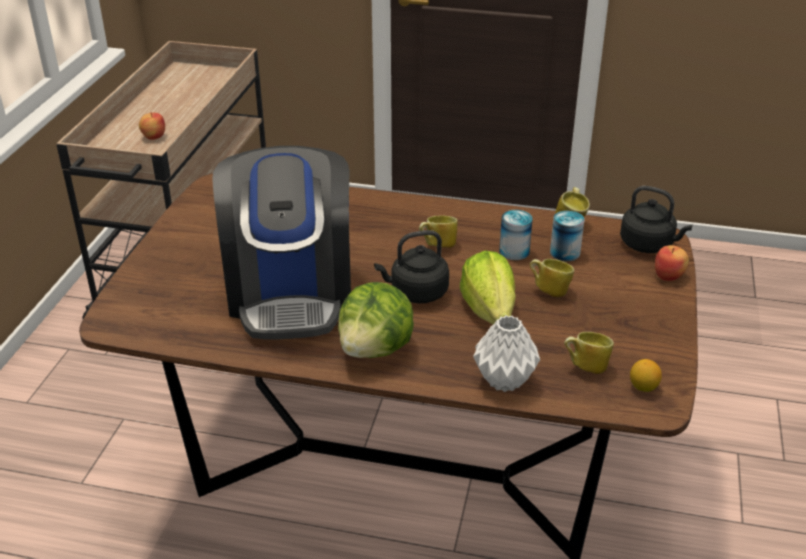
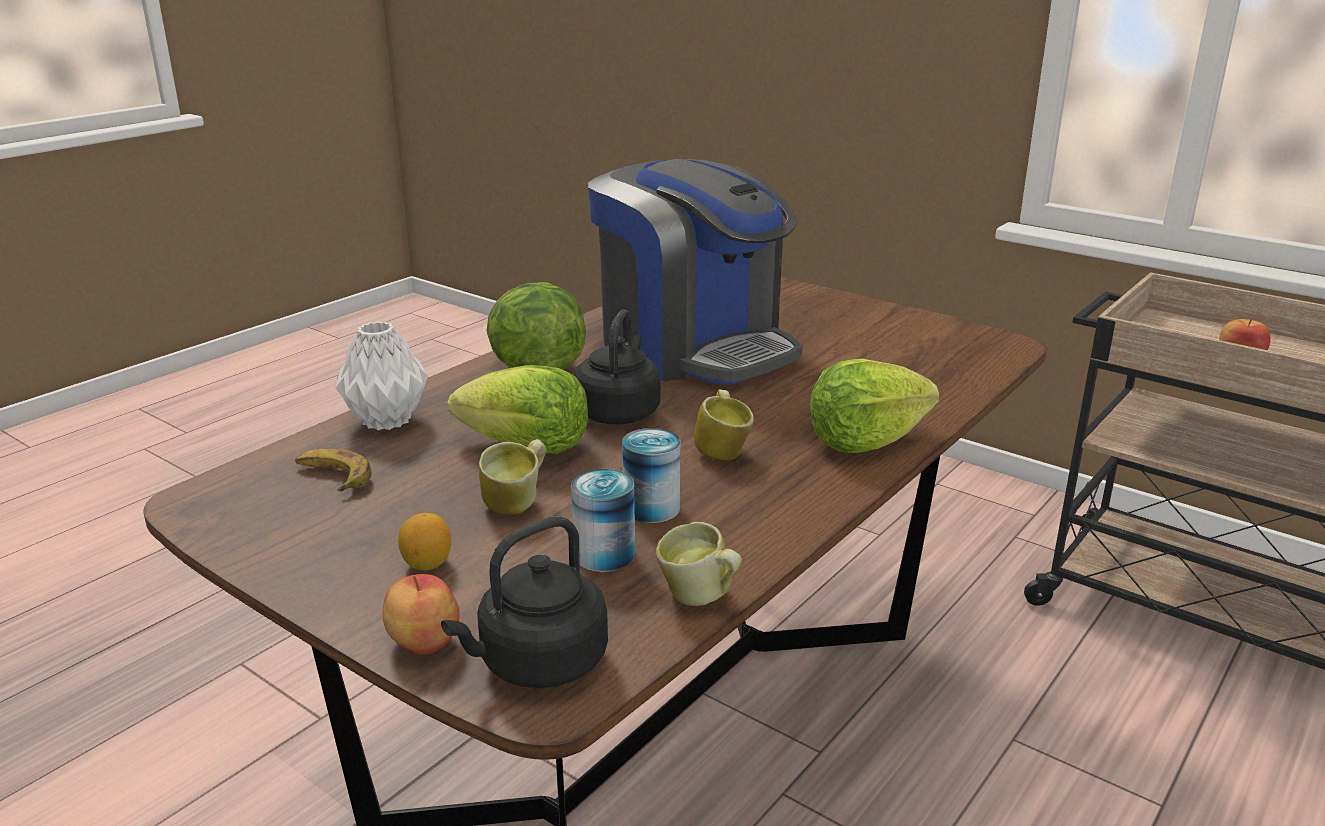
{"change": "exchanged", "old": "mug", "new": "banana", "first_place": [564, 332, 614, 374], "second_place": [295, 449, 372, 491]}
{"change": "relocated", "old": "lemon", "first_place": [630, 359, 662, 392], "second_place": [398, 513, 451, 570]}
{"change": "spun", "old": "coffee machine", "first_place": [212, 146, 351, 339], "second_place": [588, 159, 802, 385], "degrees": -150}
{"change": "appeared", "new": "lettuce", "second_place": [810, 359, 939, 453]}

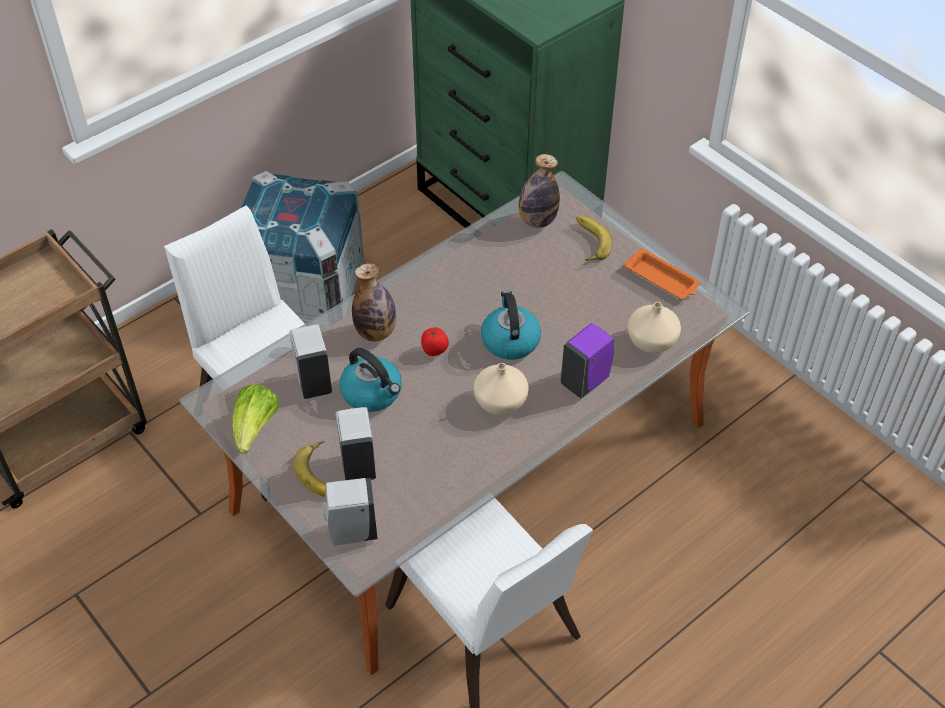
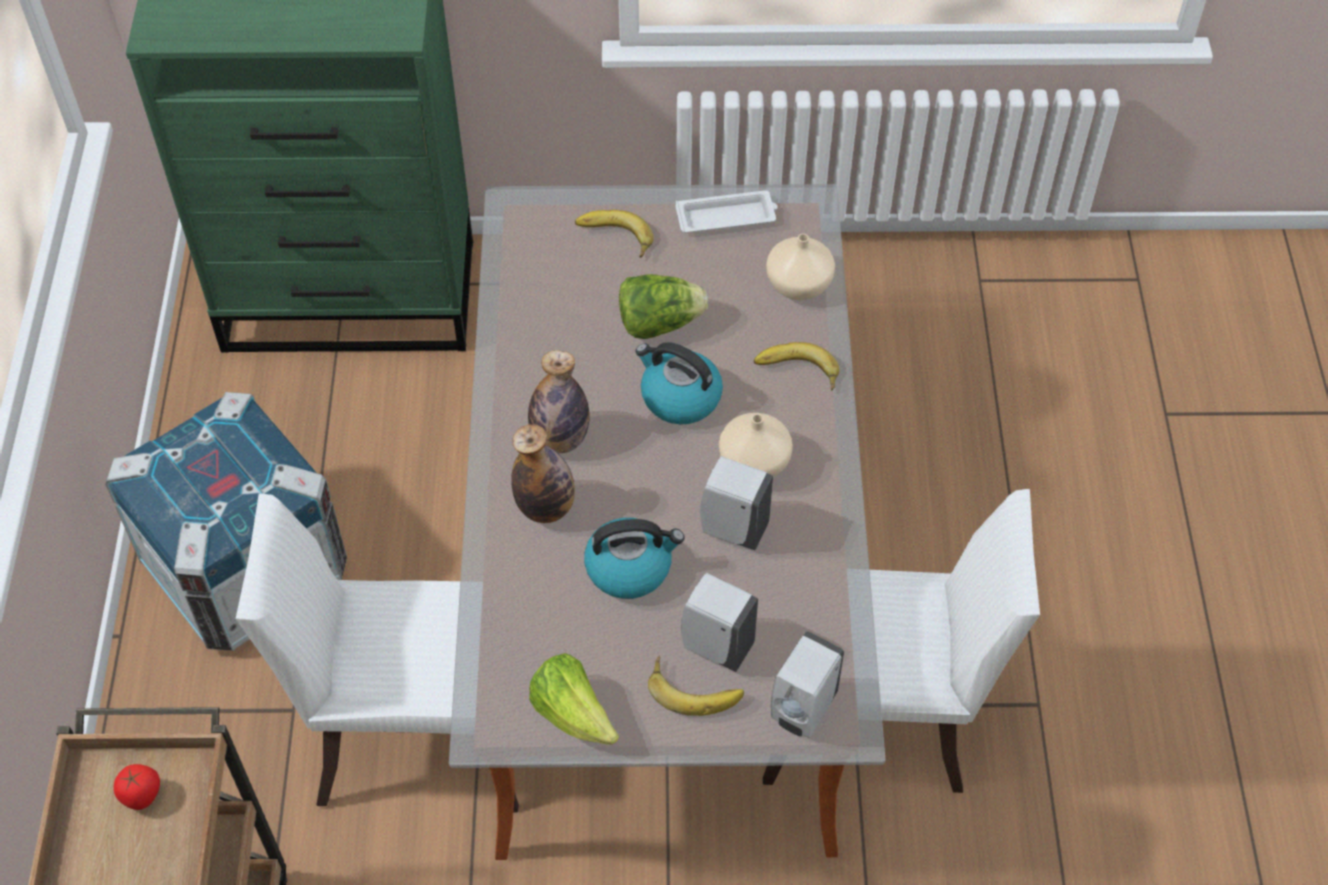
{"change": "relocated", "old": "tomato", "first_place": [421, 327, 449, 356], "second_place": [114, 764, 160, 810]}
{"change": "relocated", "old": "bottle", "first_place": [519, 154, 560, 228], "second_place": [528, 350, 590, 453]}
{"change": "appeared", "new": "lettuce", "second_place": [619, 274, 708, 339]}
{"change": "colour", "old": "tray (orange)", "new": "tray (white)", "first_place": [624, 248, 700, 300], "second_place": [675, 190, 778, 233]}
{"change": "relocated", "old": "soap dispenser (white)", "first_place": [289, 324, 332, 399], "second_place": [700, 456, 773, 550]}
{"change": "exchanged", "old": "soap dispenser (purple)", "new": "banana", "first_place": [561, 323, 614, 398], "second_place": [754, 342, 839, 391]}

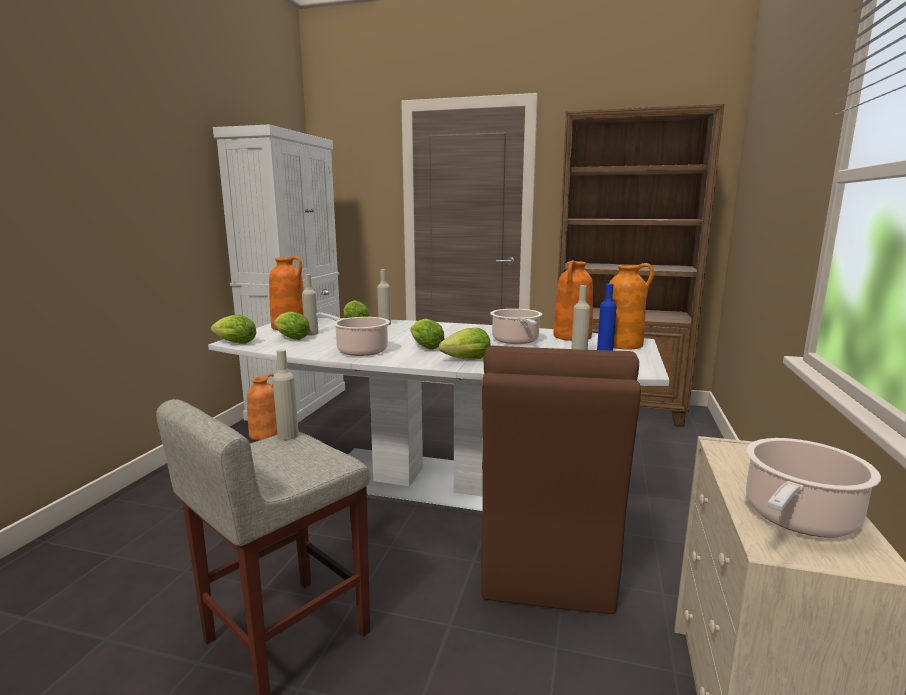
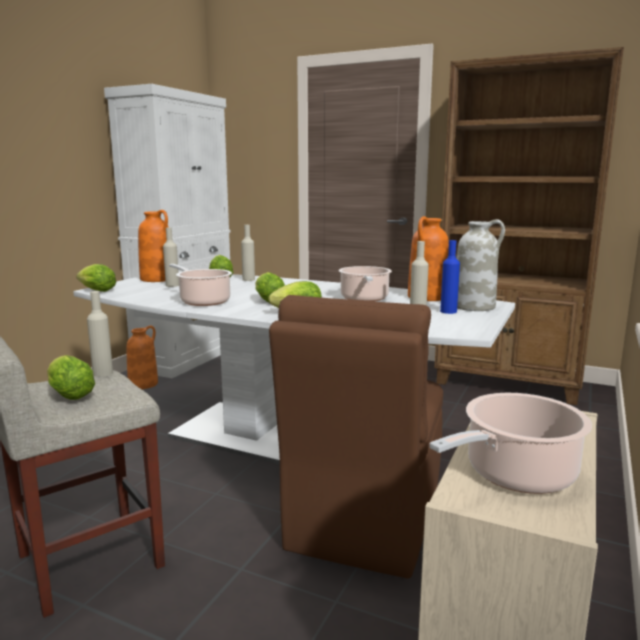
{"change": "relocated", "old": "lettuce", "first_place": [274, 311, 310, 340], "second_place": [47, 355, 95, 400]}
{"change": "colour", "old": "vase (orange)", "new": "vase (white)", "first_place": [609, 263, 654, 350], "second_place": [456, 219, 505, 311]}

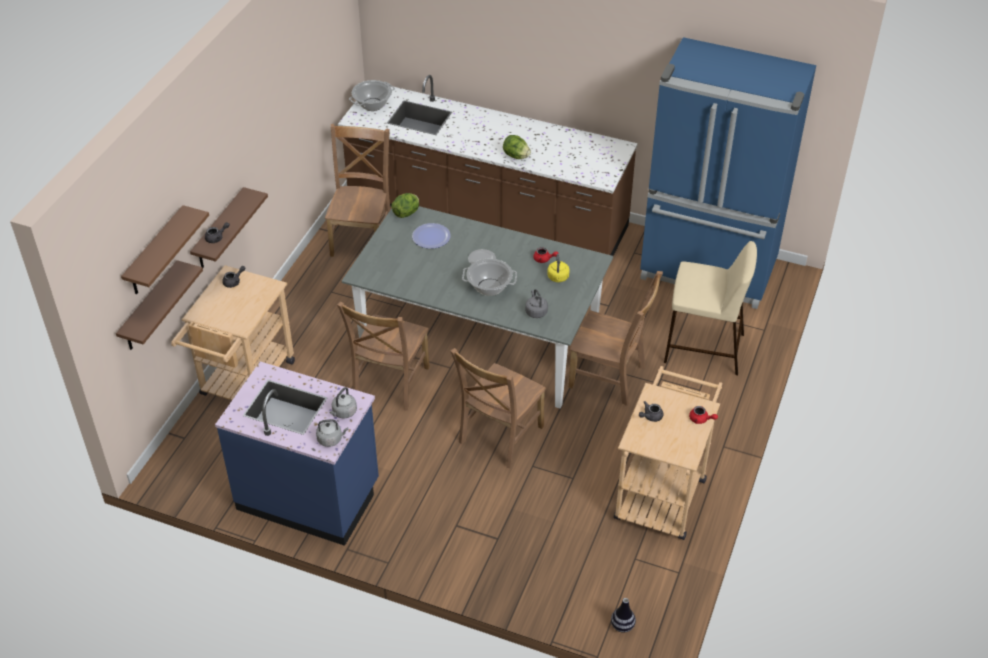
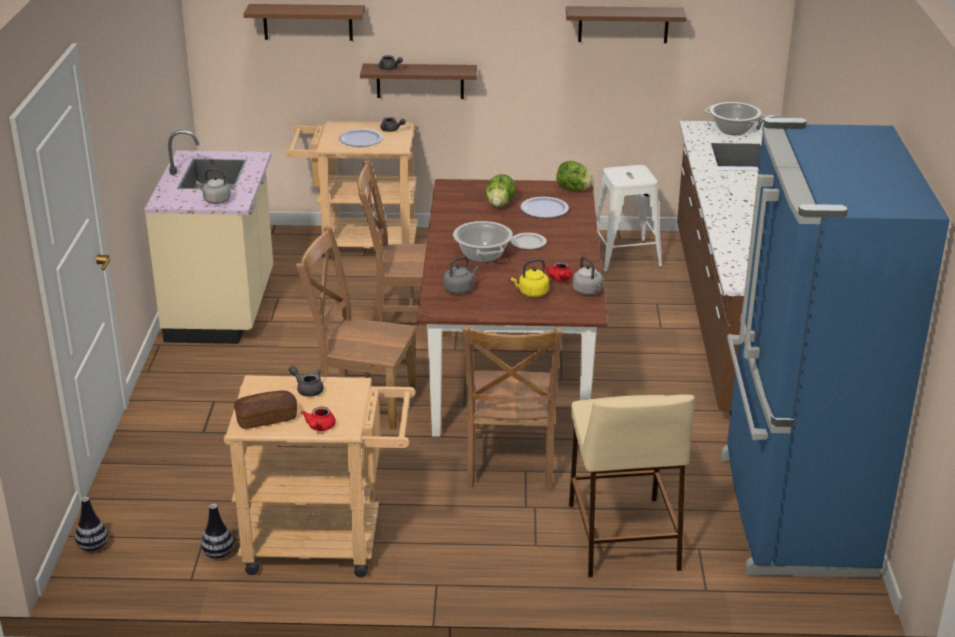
{"change": "colour", "old": "counter (blue)", "new": "counter (beige)", "first_place": [215, 362, 379, 546], "second_place": [144, 130, 273, 344]}
{"change": "appeared", "new": "vase", "second_place": [201, 504, 234, 559]}
{"change": "appeared", "new": "bread", "second_place": [234, 390, 297, 429]}
{"change": "appeared", "new": "plate", "second_place": [339, 129, 383, 147]}
{"change": "colour", "old": "dining table (grey)", "new": "dining table (brown)", "first_place": [342, 206, 613, 408], "second_place": [417, 179, 607, 437]}
{"change": "relocated", "old": "lettuce", "first_place": [503, 135, 531, 159], "second_place": [485, 174, 516, 207]}
{"change": "relocated", "old": "shelf (brown)", "first_place": [116, 260, 203, 350], "second_place": [566, 6, 687, 43]}
{"change": "relocated", "old": "kettle (grey)", "first_place": [316, 419, 349, 447], "second_place": [573, 256, 603, 295]}
{"change": "exchanged", "old": "chair (brown)", "new": "stool (white)", "first_place": [325, 124, 391, 257], "second_place": [596, 165, 662, 272]}

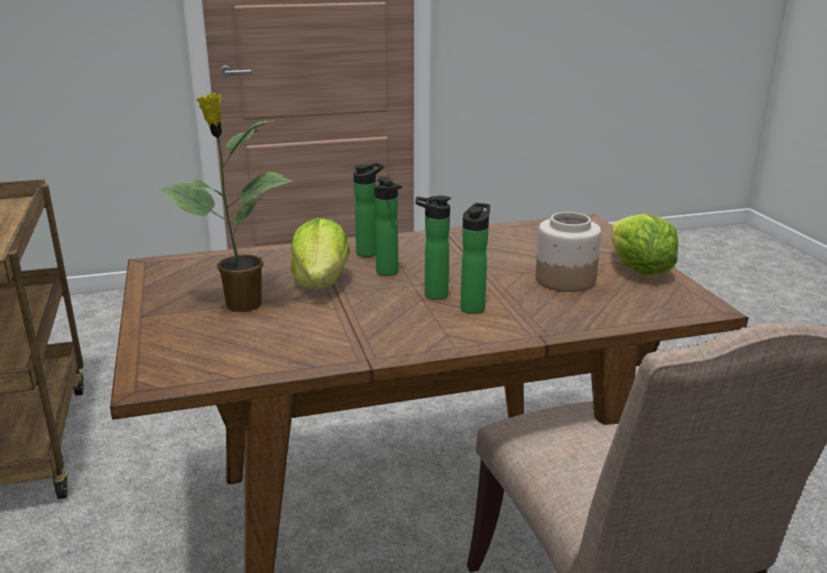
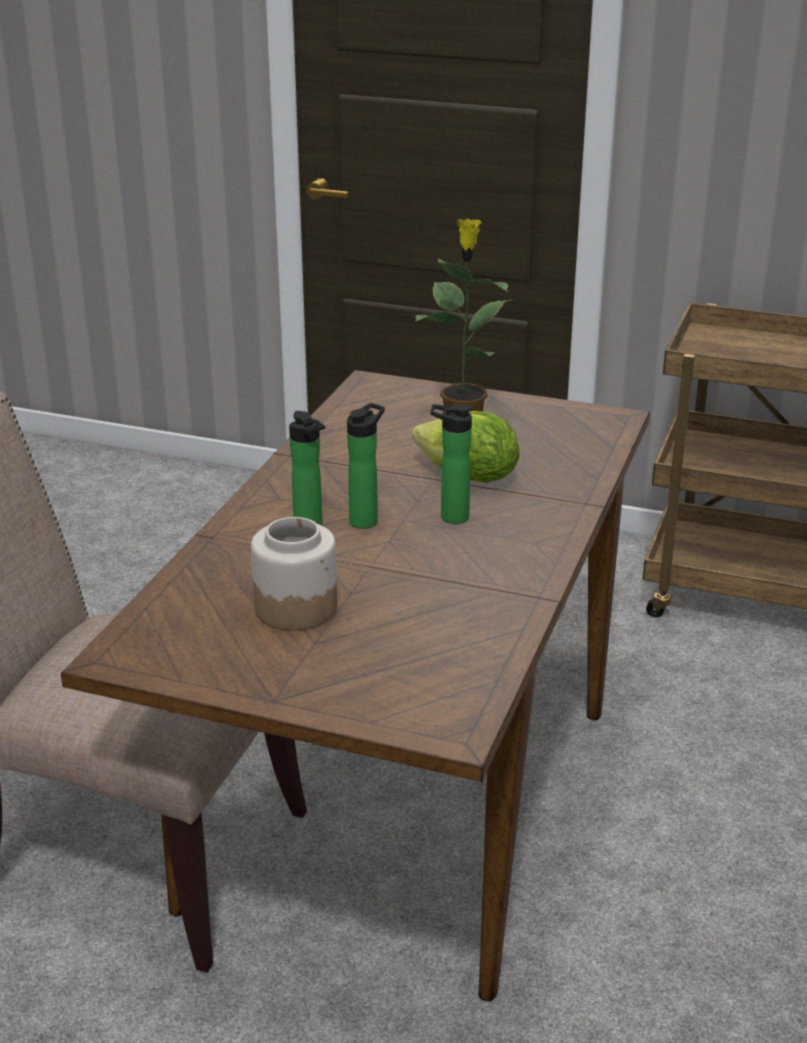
{"change": "missing", "old": "bottle", "first_place": [354, 162, 384, 257]}
{"change": "missing", "old": "lettuce", "first_place": [611, 213, 678, 275]}

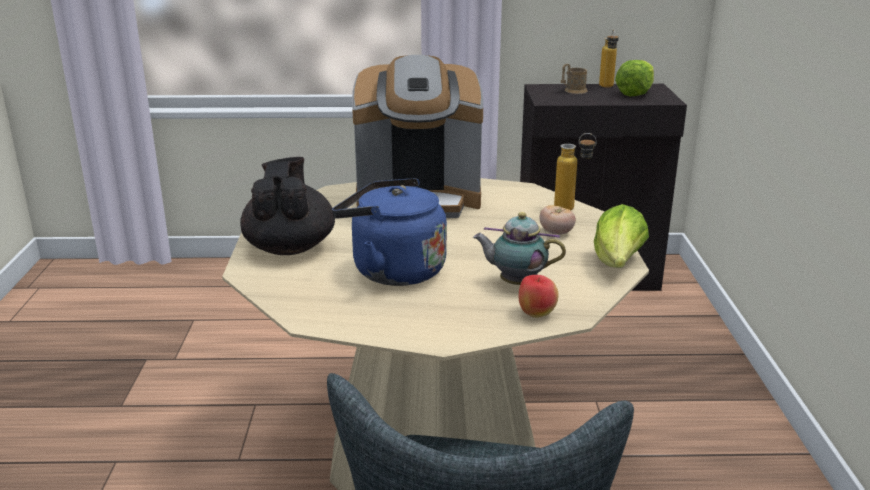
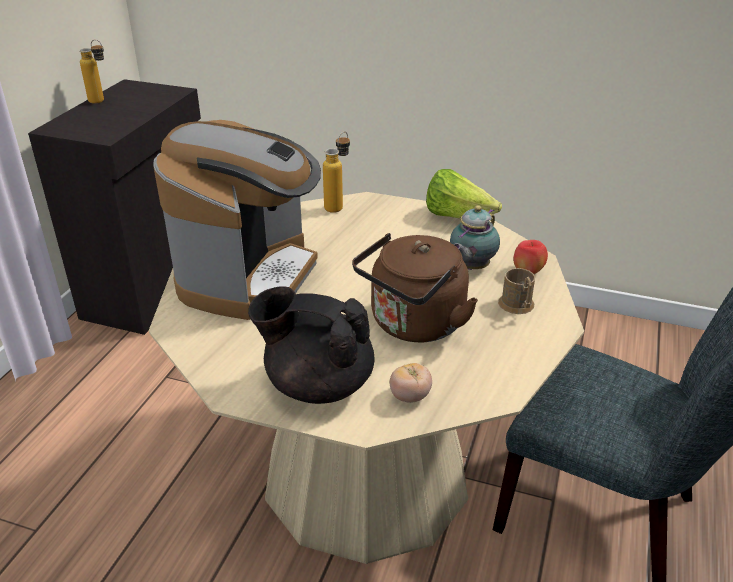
{"change": "colour", "old": "kettle (blue)", "new": "kettle (brown)", "first_place": [332, 178, 447, 286], "second_place": [352, 233, 478, 342]}
{"change": "relocated", "old": "tomato", "first_place": [539, 205, 576, 235], "second_place": [389, 363, 432, 403]}
{"change": "relocated", "old": "mug (brown)", "first_place": [561, 64, 588, 94], "second_place": [498, 268, 535, 314]}
{"change": "missing", "old": "lettuce", "first_place": [615, 60, 654, 96]}

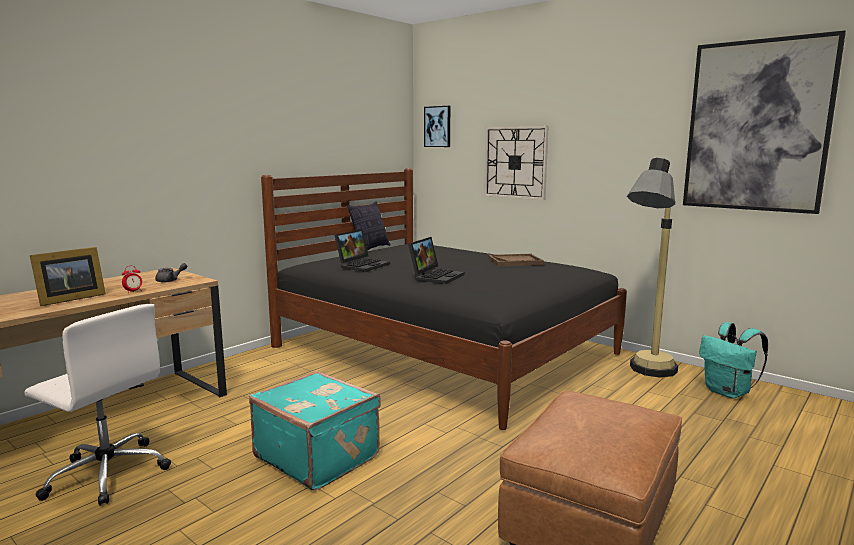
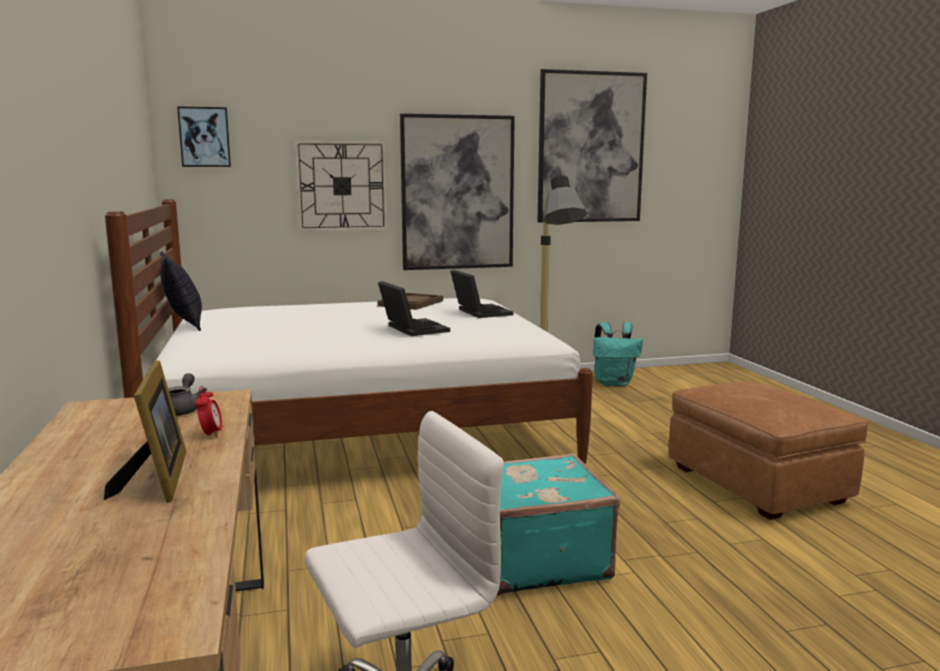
{"change": "colour", "old": "bed (black)", "new": "bed (white)", "first_place": [261, 168, 627, 430], "second_place": [105, 199, 593, 464]}
{"change": "appeared", "new": "picture", "second_place": [400, 113, 515, 270]}
{"change": "relocated", "old": "laptop", "first_place": [334, 229, 390, 272], "second_place": [450, 270, 514, 318]}

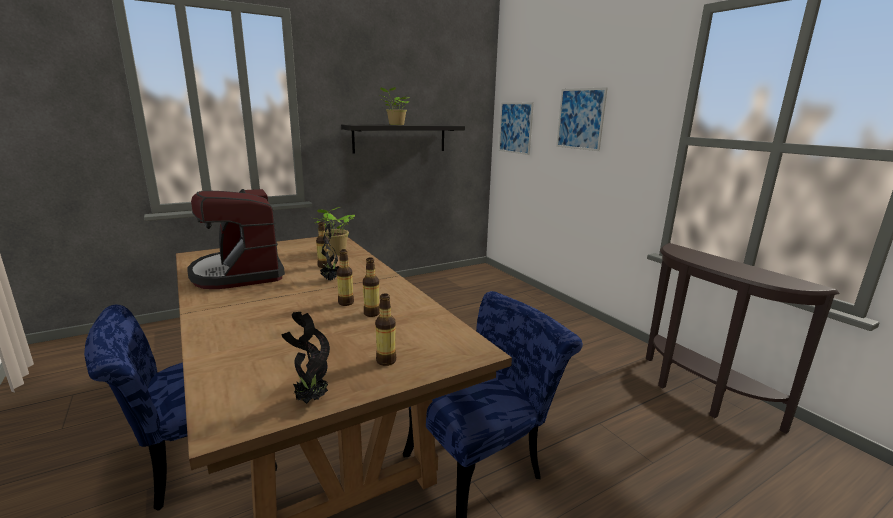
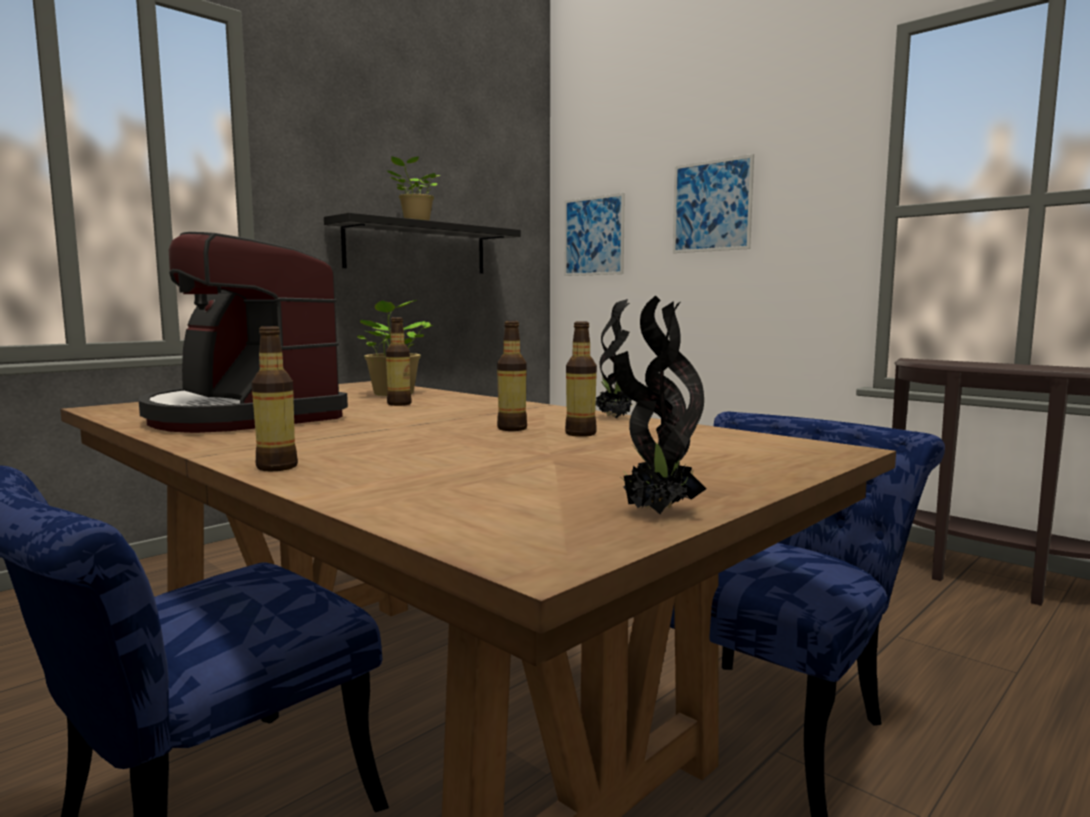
{"change": "relocated", "old": "bottle", "first_place": [375, 293, 396, 366], "second_place": [252, 326, 298, 471]}
{"change": "relocated", "old": "potted plant", "first_place": [320, 224, 339, 281], "second_place": [596, 299, 637, 418]}

